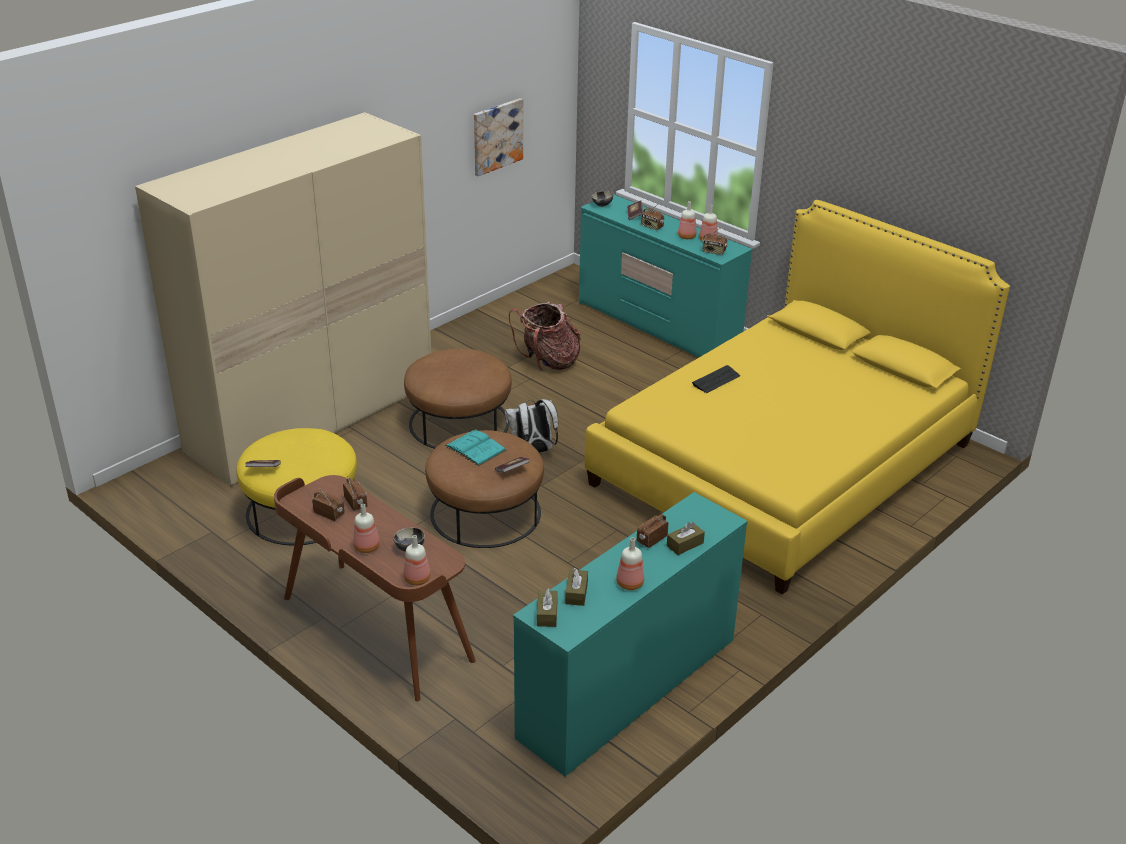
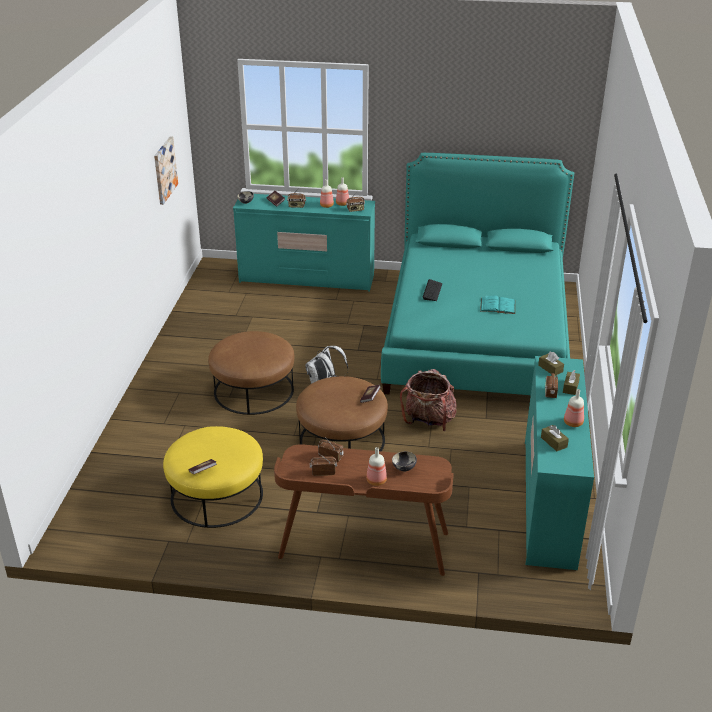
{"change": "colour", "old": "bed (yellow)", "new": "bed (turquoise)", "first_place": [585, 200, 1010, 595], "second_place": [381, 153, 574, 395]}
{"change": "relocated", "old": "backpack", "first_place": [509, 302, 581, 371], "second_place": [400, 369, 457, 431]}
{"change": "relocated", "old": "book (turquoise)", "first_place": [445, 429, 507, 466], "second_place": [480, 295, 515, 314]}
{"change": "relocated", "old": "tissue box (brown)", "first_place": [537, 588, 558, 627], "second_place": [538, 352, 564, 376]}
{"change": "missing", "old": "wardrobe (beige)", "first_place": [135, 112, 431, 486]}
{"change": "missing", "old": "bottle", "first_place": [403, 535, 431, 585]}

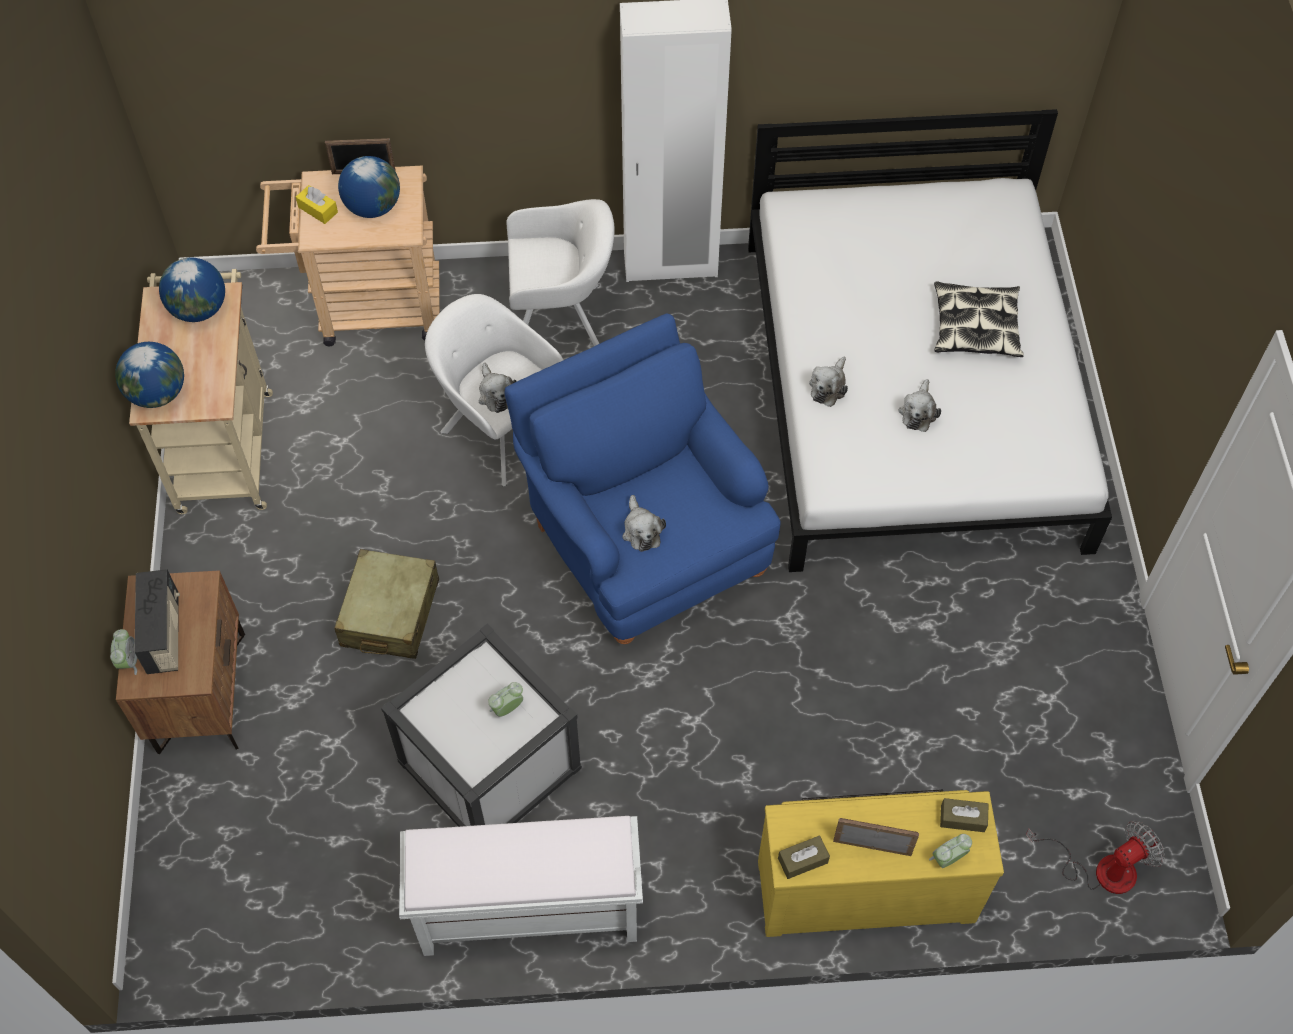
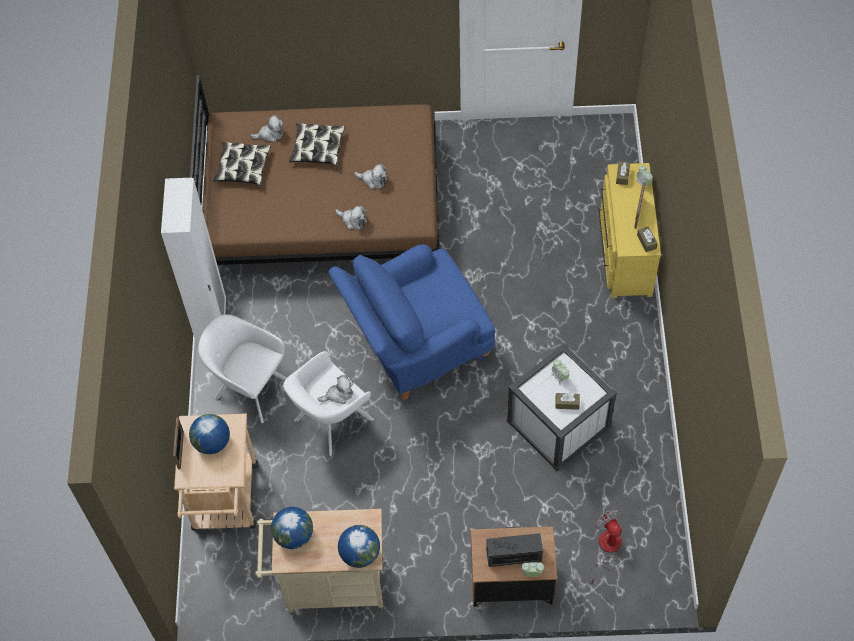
{"change": "colour", "old": "bed (white)", "new": "bed (brown)", "first_place": [748, 109, 1112, 572], "second_place": [190, 75, 440, 265]}
{"change": "spun", "old": "armchair (white)", "first_place": [506, 199, 615, 346], "second_place": [198, 314, 287, 423], "degrees": -60}
{"change": "appeared", "new": "pillow", "second_place": [213, 141, 271, 186]}
{"change": "relocated", "old": "plush toy", "first_place": [622, 495, 666, 552], "second_place": [250, 115, 284, 143]}
{"change": "appeared", "new": "tissue box (brown)", "second_place": [555, 393, 580, 410]}
{"change": "relocated", "old": "fan", "first_place": [1026, 821, 1165, 894], "second_place": [589, 509, 622, 585]}
{"change": "missing", "old": "tissue box (yellow)", "first_place": [296, 185, 338, 224]}
{"change": "missing", "old": "suitcase (beige)", "first_place": [334, 549, 439, 659]}
{"change": "missing", "old": "bench (white)", "first_place": [399, 816, 643, 956]}

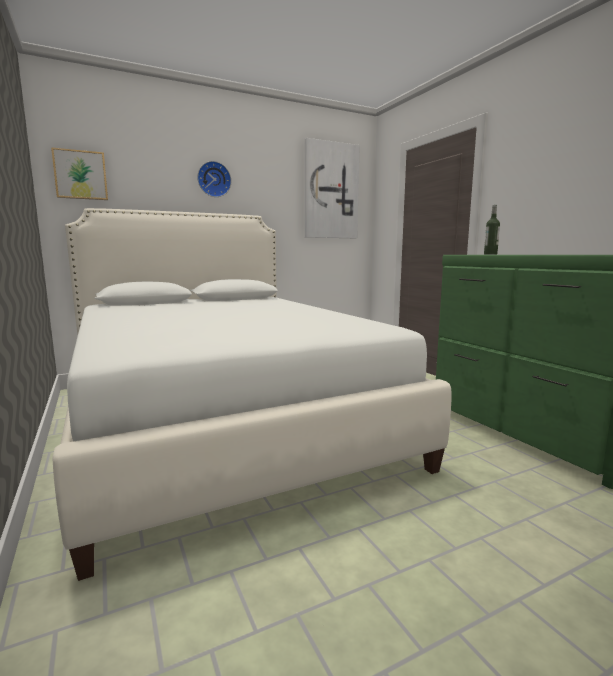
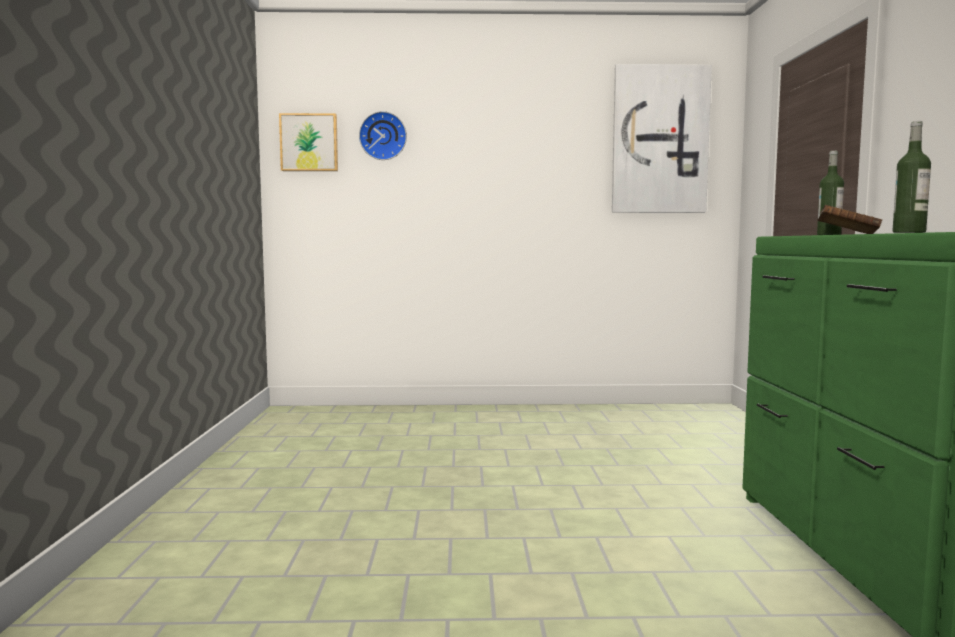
{"change": "relocated", "old": "wall clock", "first_place": [197, 161, 231, 197], "second_place": [359, 111, 407, 160]}
{"change": "appeared", "new": "book (brown)", "second_place": [818, 205, 882, 234]}
{"change": "appeared", "new": "bottle", "second_place": [892, 121, 931, 233]}
{"change": "missing", "old": "bed (white)", "first_place": [53, 208, 452, 581]}

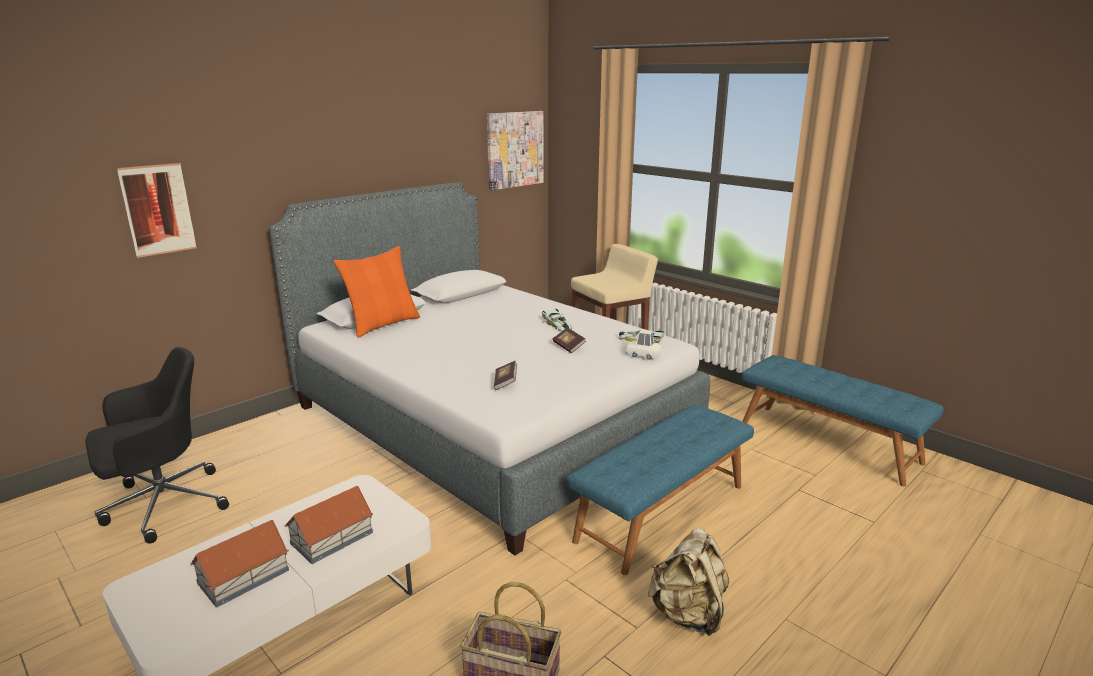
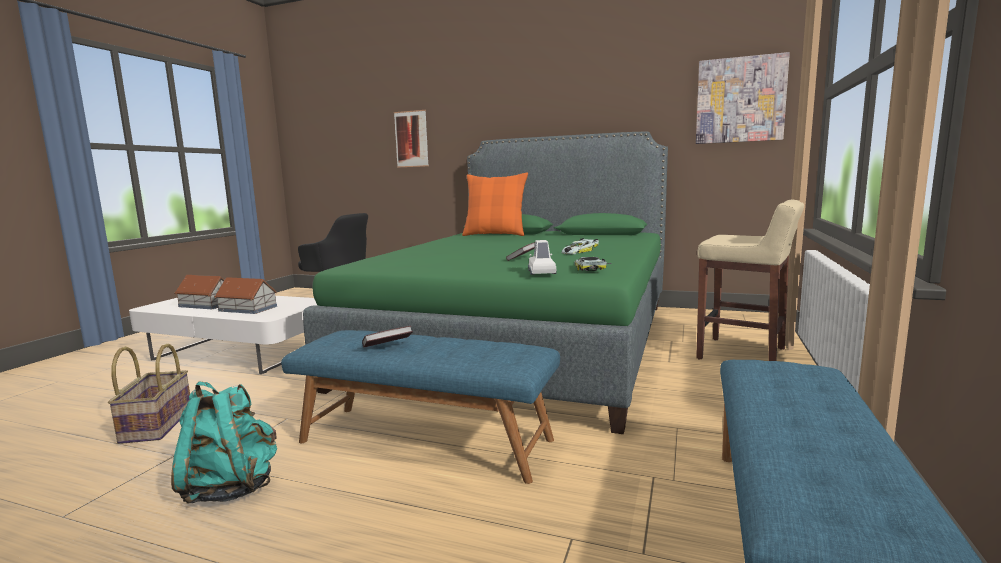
{"change": "colour", "old": "backpack (beige)", "new": "backpack (turquoise)", "first_place": [648, 528, 729, 637], "second_place": [171, 382, 277, 503]}
{"change": "colour", "old": "bed (grey)", "new": "bed (green)", "first_place": [269, 182, 710, 555], "second_place": [303, 131, 668, 434]}
{"change": "relocated", "old": "book", "first_place": [494, 361, 517, 390], "second_place": [362, 326, 413, 347]}

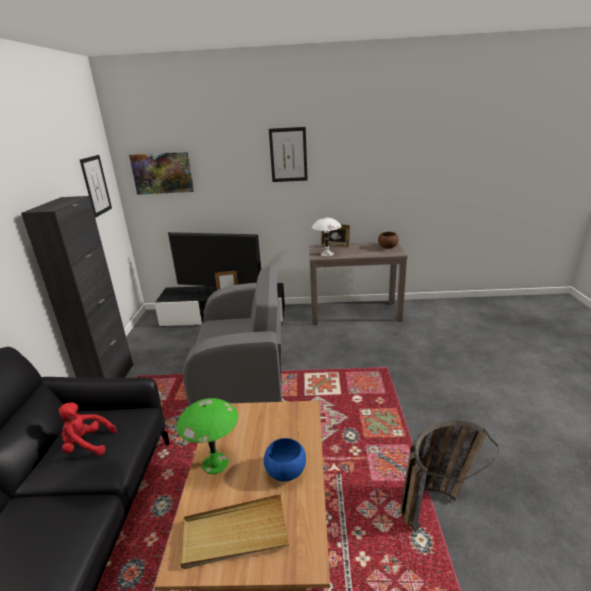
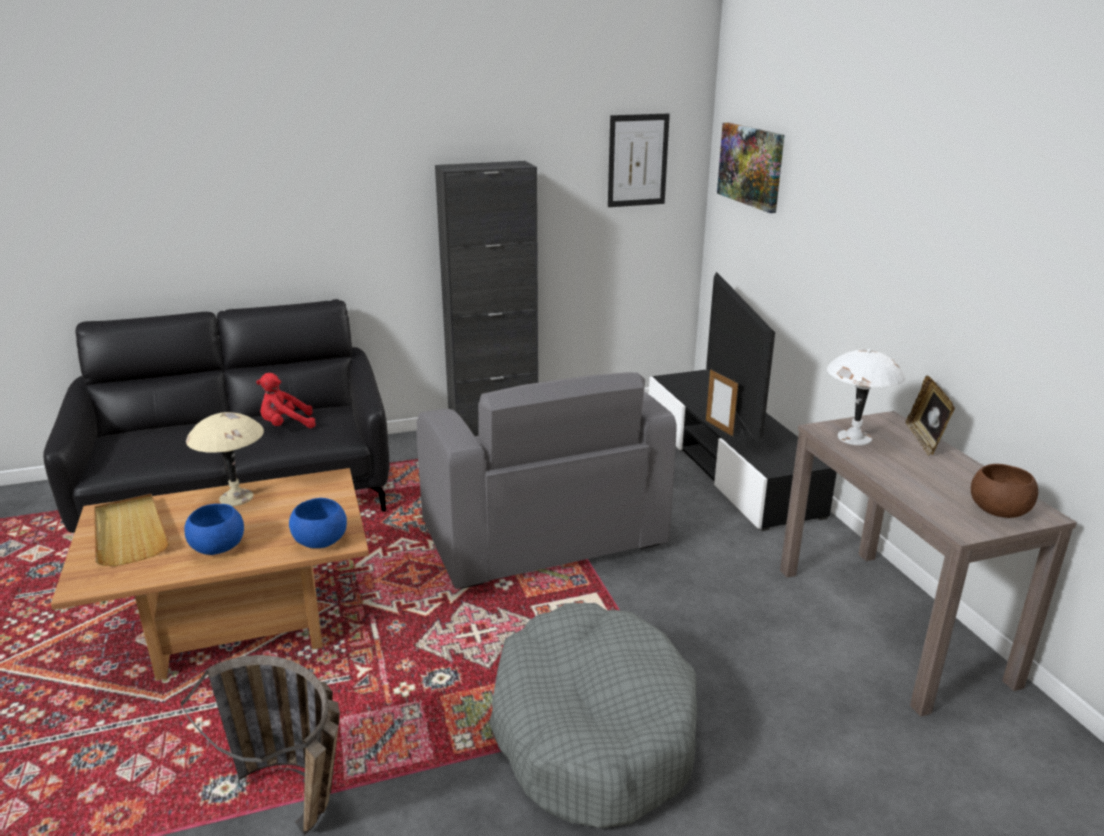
{"change": "colour", "old": "table lamp (green)", "new": "table lamp (beige)", "first_place": [177, 398, 238, 474], "second_place": [186, 412, 264, 506]}
{"change": "spun", "old": "plush toy (red)", "first_place": [58, 403, 117, 455], "second_place": [256, 373, 316, 428], "degrees": -90}
{"change": "appeared", "new": "bowl (blue)", "second_place": [289, 498, 347, 548]}
{"change": "appeared", "new": "dog bed (grey)", "second_place": [489, 603, 697, 828]}
{"change": "missing", "old": "picture", "first_place": [269, 127, 308, 182]}

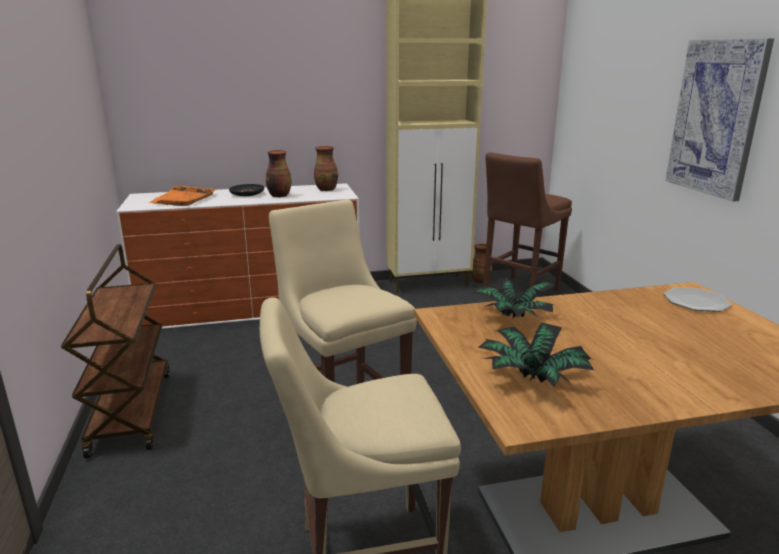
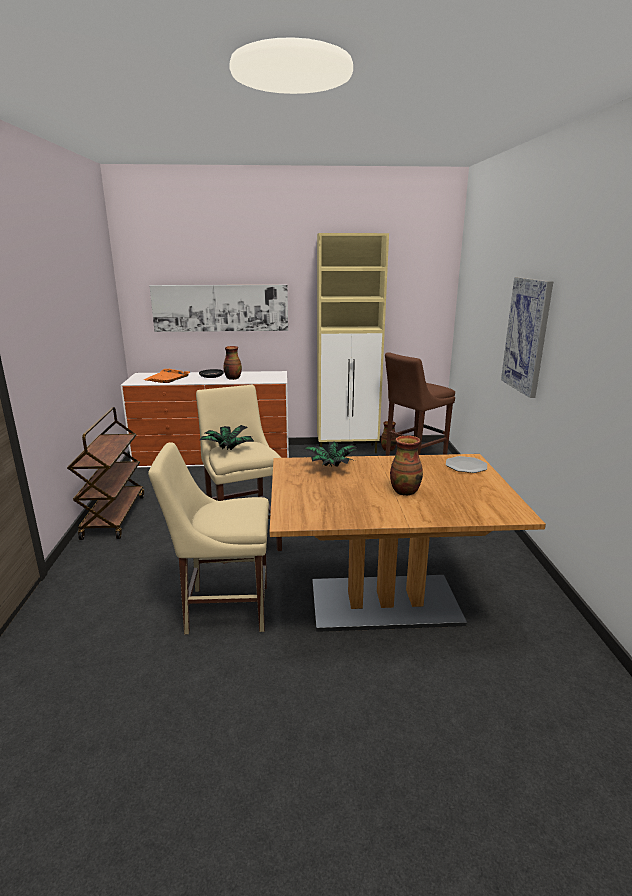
{"change": "appeared", "new": "picture", "second_place": [149, 285, 288, 332]}
{"change": "relocated", "old": "potted plant", "first_place": [478, 323, 594, 388], "second_place": [200, 425, 255, 450]}
{"change": "relocated", "old": "vase", "first_place": [314, 146, 338, 191], "second_place": [390, 435, 423, 496]}

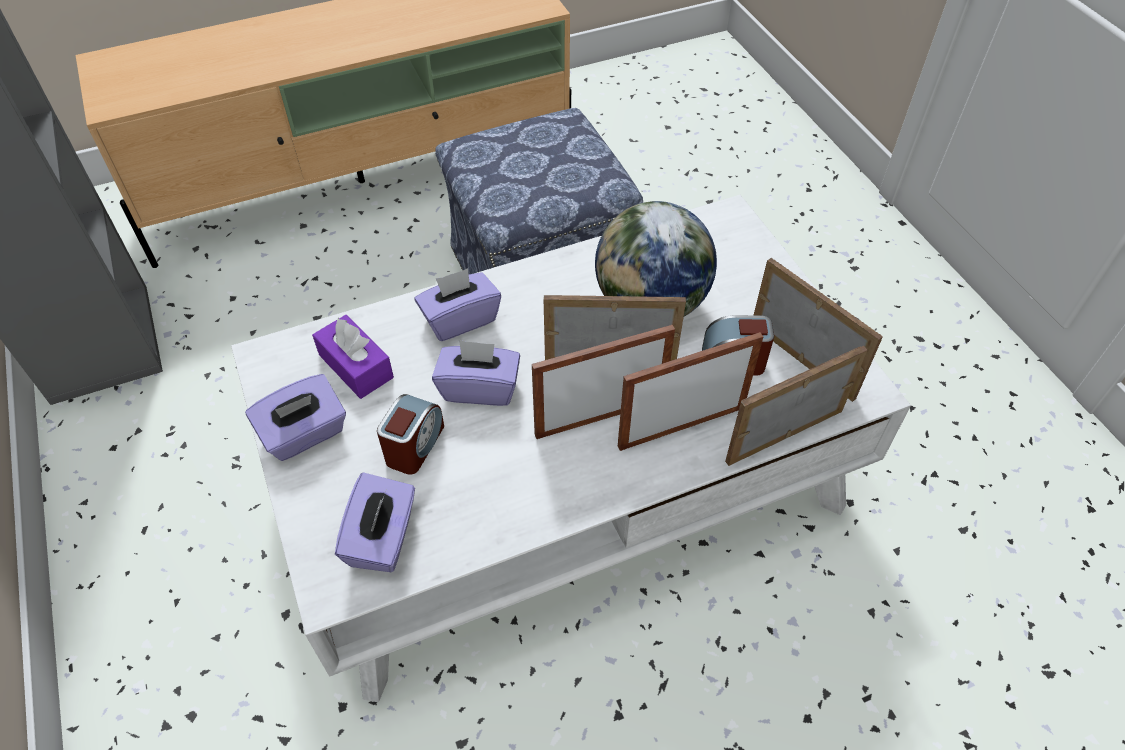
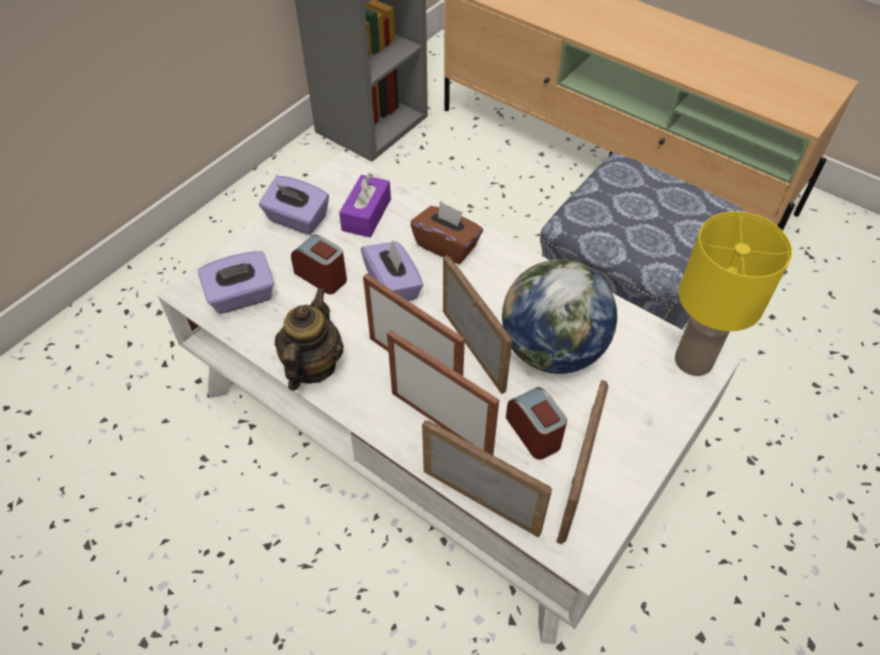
{"change": "appeared", "new": "teapot", "second_place": [275, 288, 344, 391]}
{"change": "spun", "old": "alarm clock", "first_place": [377, 394, 444, 475], "second_place": [291, 235, 347, 294], "degrees": -135}
{"change": "colour", "old": "tissue box (purple)", "new": "tissue box (brown)", "first_place": [415, 268, 501, 341], "second_place": [410, 201, 483, 264]}
{"change": "appeared", "new": "table lamp (yellow)", "second_place": [675, 211, 792, 376]}

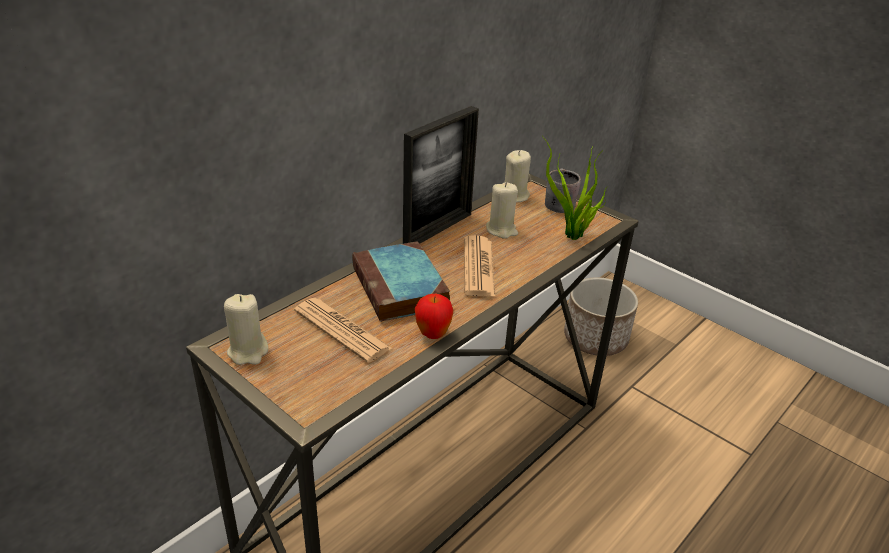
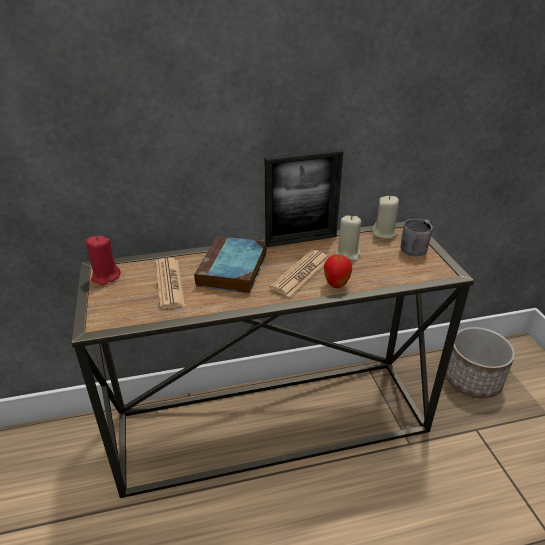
{"change": "colour", "old": "candle (beige)", "new": "candle (red)", "first_place": [224, 294, 268, 365], "second_place": [86, 236, 121, 286]}
{"change": "relocated", "old": "apple", "first_place": [415, 294, 453, 339], "second_place": [324, 255, 352, 288]}
{"change": "missing", "old": "potted plant", "first_place": [542, 136, 608, 240]}

